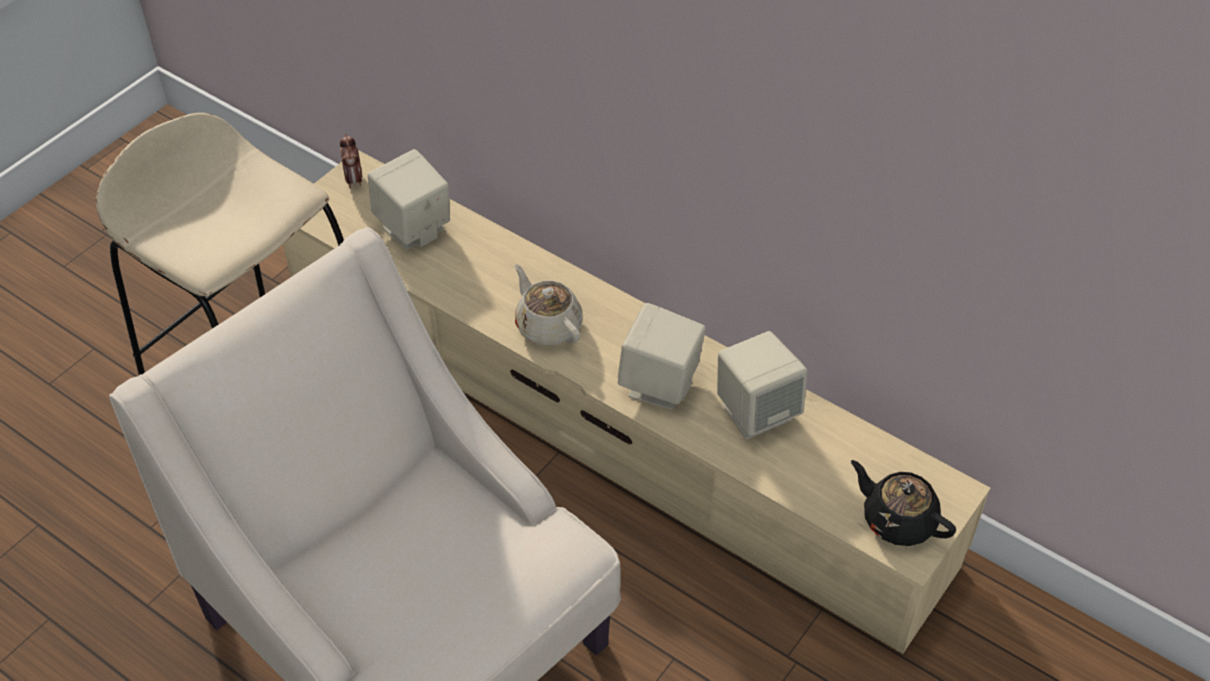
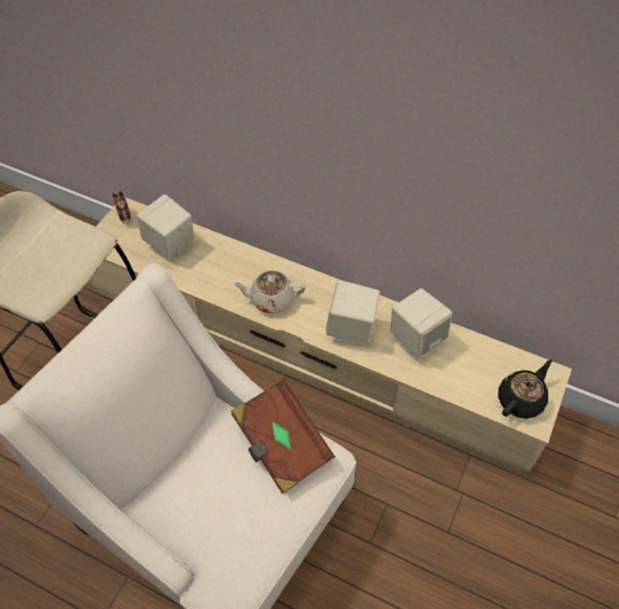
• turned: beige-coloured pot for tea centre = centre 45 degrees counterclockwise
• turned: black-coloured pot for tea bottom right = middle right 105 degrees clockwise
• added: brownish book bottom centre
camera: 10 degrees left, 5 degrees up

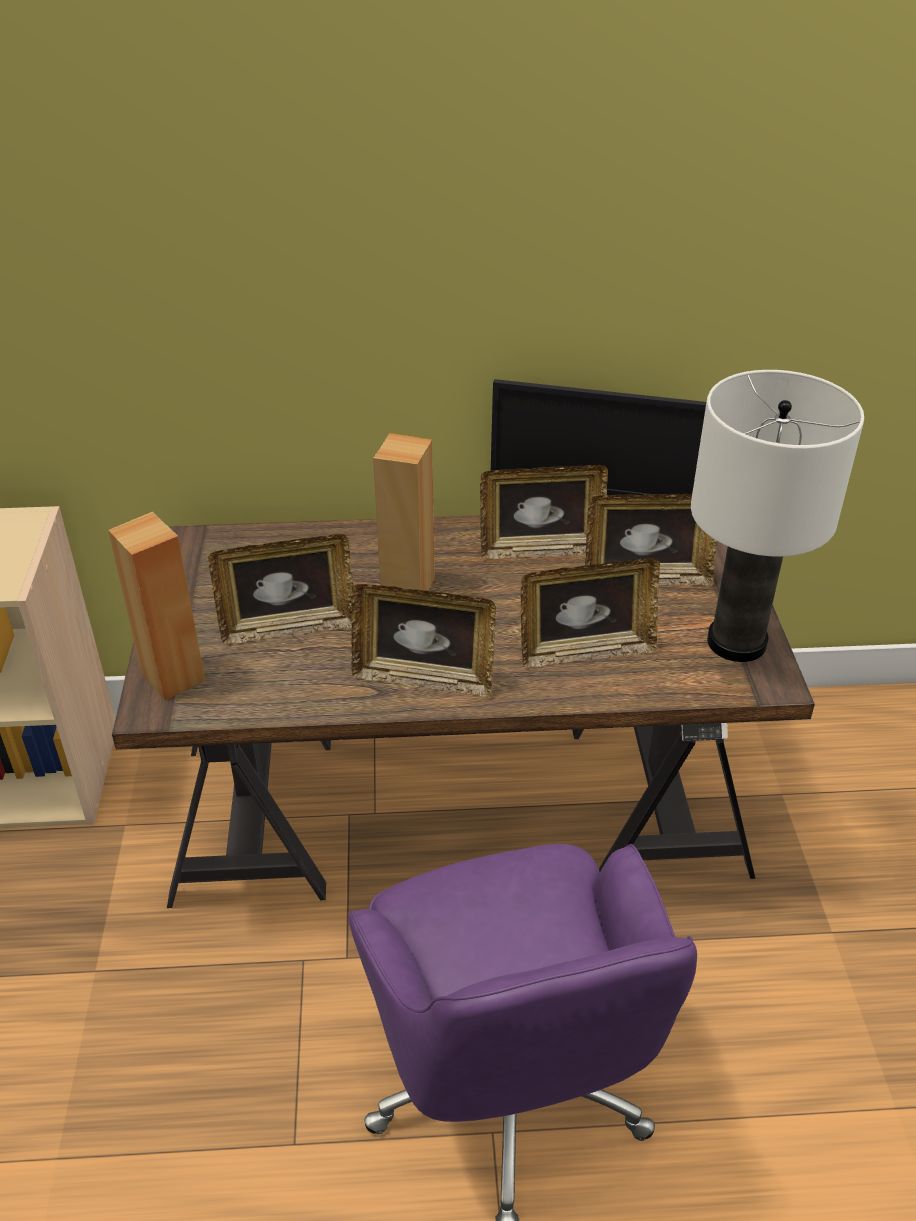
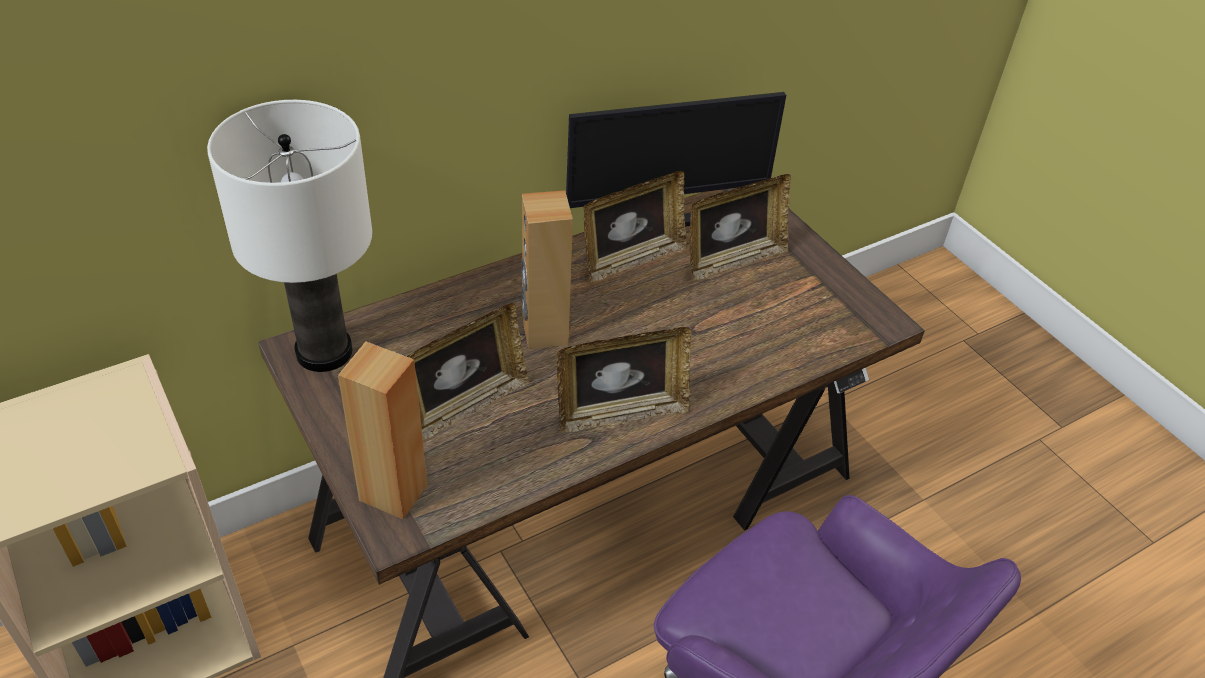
• moved: whitish table lamp middle right to middle left
• removed: picture frame (4th from left) centre
camera: 30 degrees left, 5 degrees up

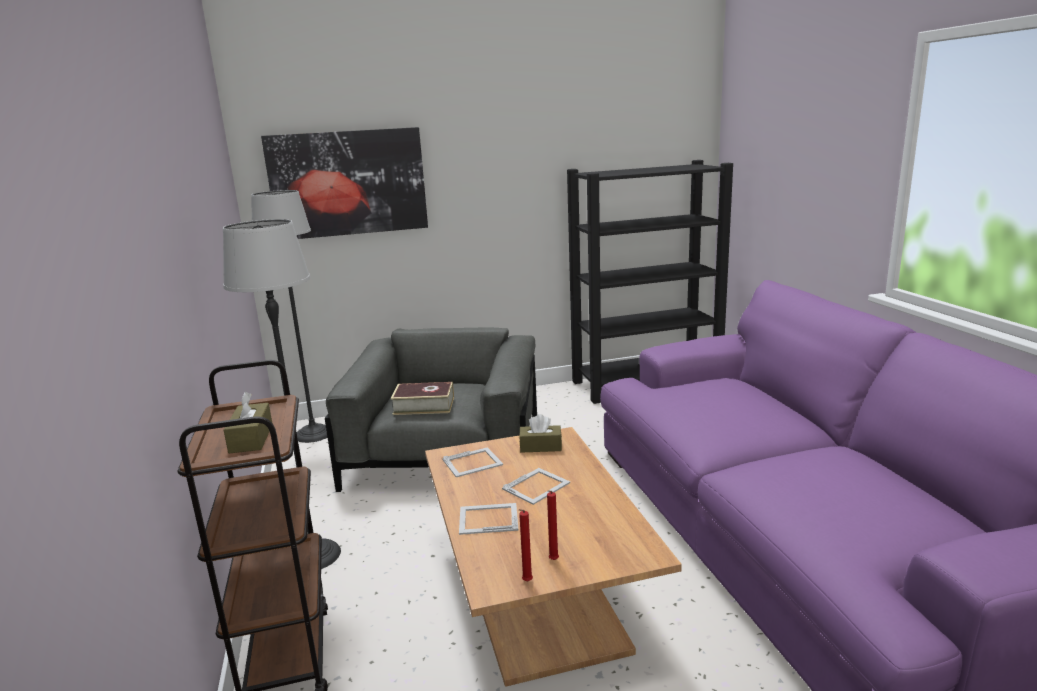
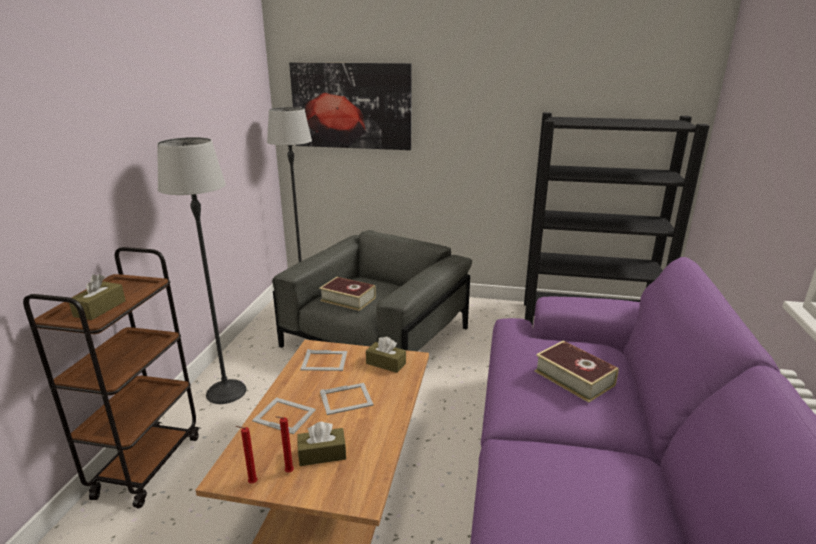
• added: book (2nd from left) bottom right
• added: brownish tissue holder (2nd from left) bottom centre
camera: 25 degrees right, 5 degrees up

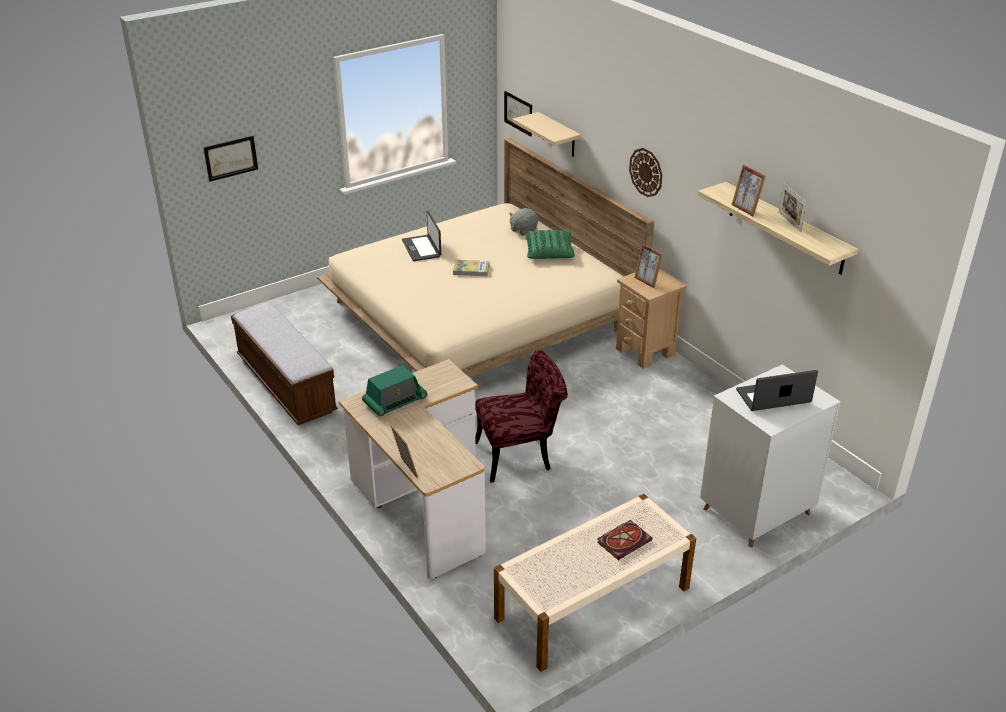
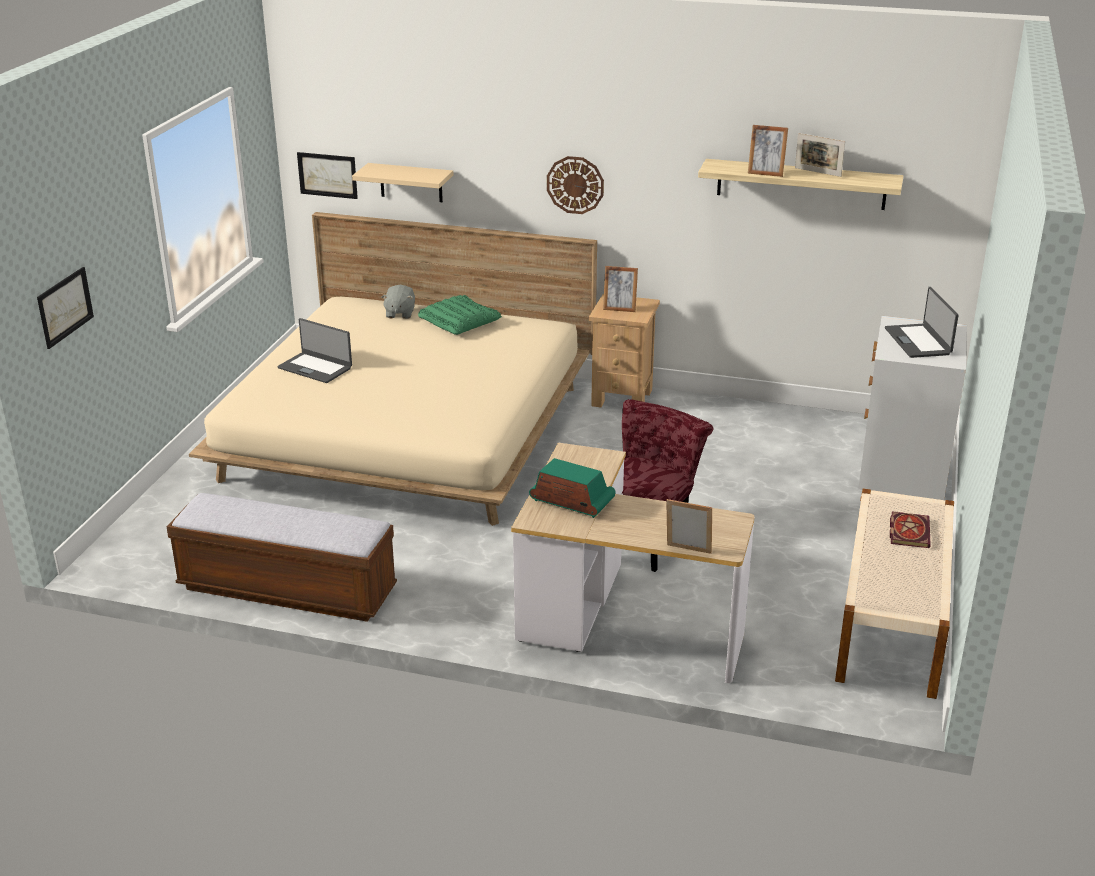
• removed: book (1st from left) centre
• turned: radio receiver centre = centre 75 degrees counterclockwise
• turned: portable computer (2nd from left) middle right = middle right 45 degrees counterclockwise
camera: 40 degrees left, 5 degrees down

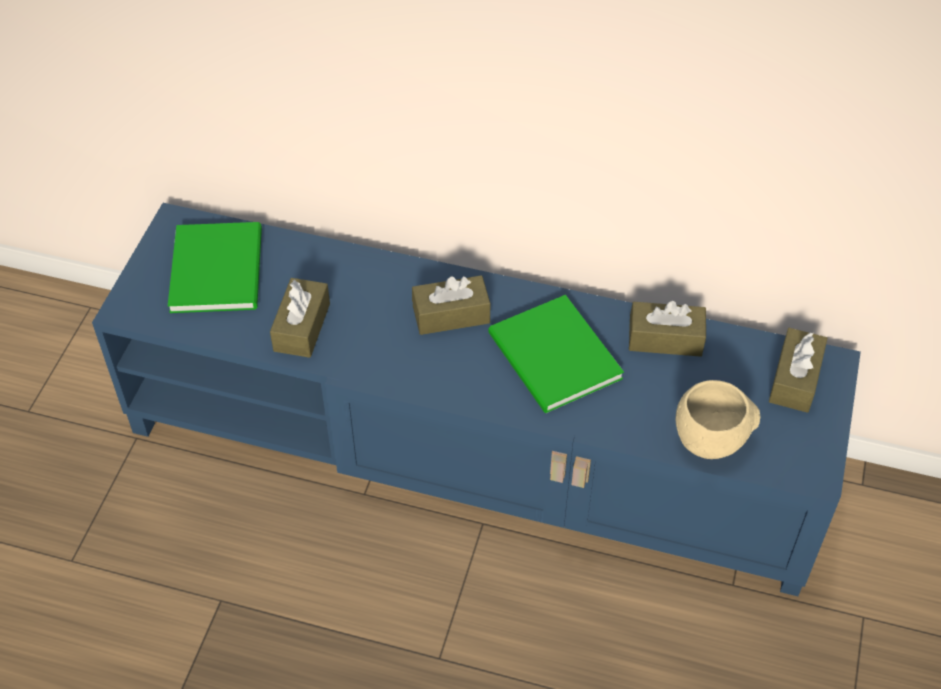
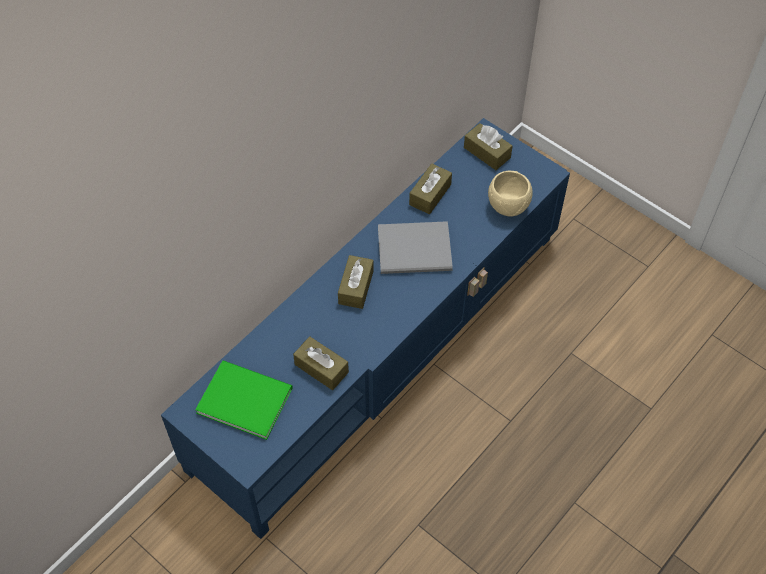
• recoloured: green book (2nd from left) centre to greyish book centre
camera: 65 degrees left, 5 degrees up

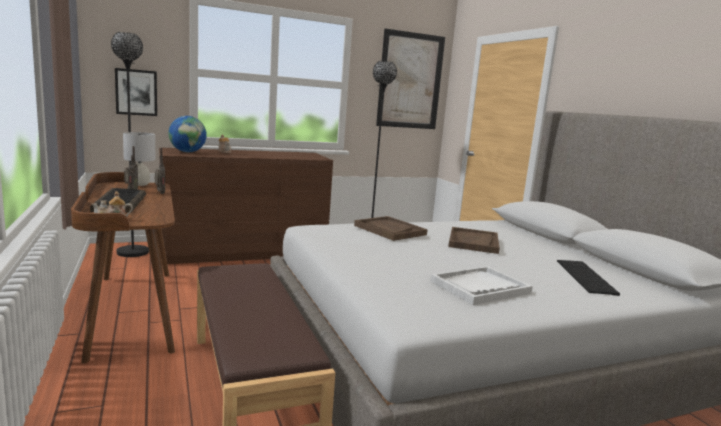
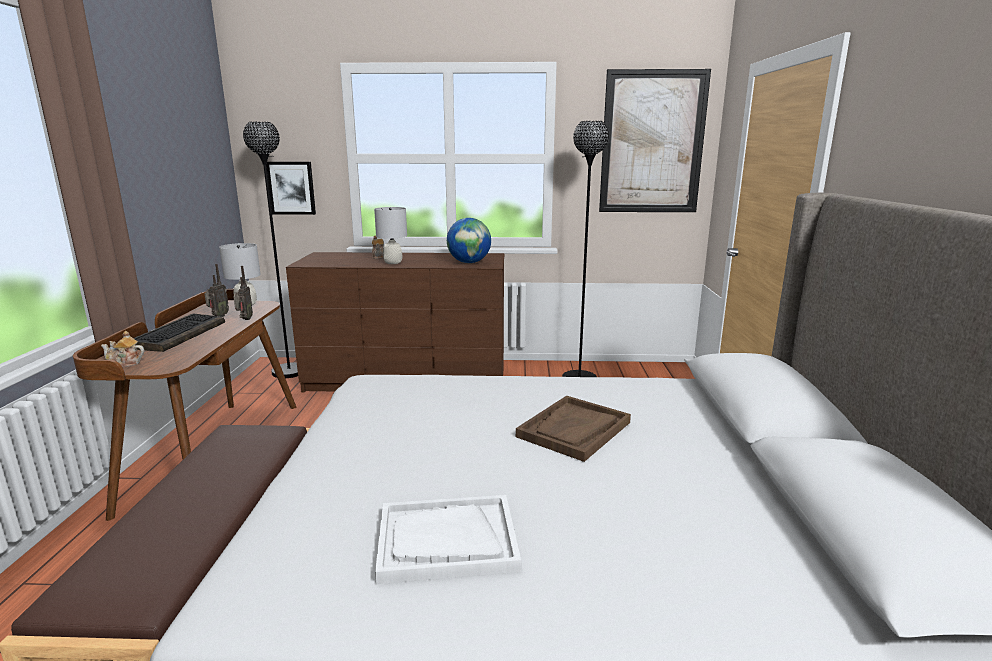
• moved: world globe top left to centre
• removed: brownish tray (1st from left) centre
• removed: keyboard (2nd from left) middle right
• added: greyish table lamp (2nd from left) centre
camera: 25 degrees right, 5 degrees up

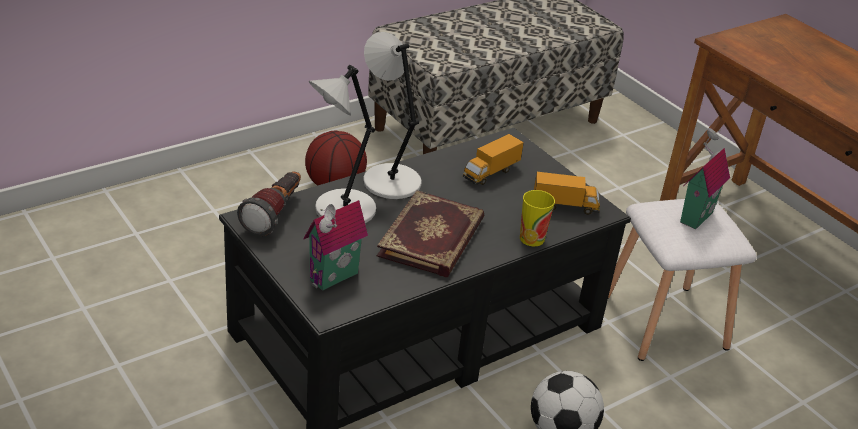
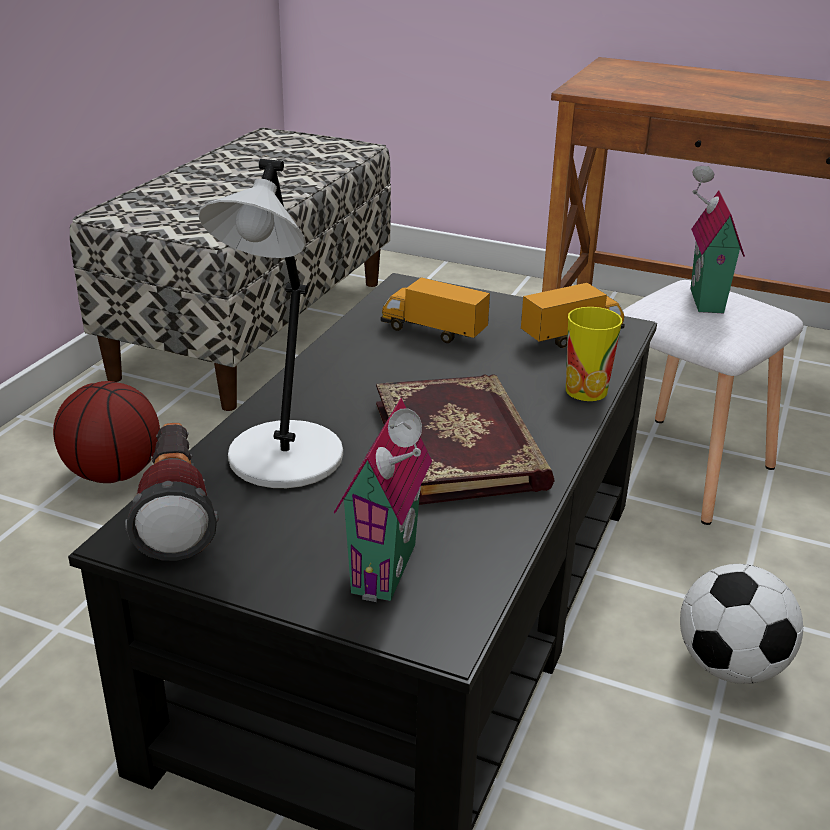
• removed: greyish table lamp (2nd from left) top centre
• turned: model truck (1st from left) centre = centre 105 degrees clockwise
camera: 30 degrees left, 5 degrees down

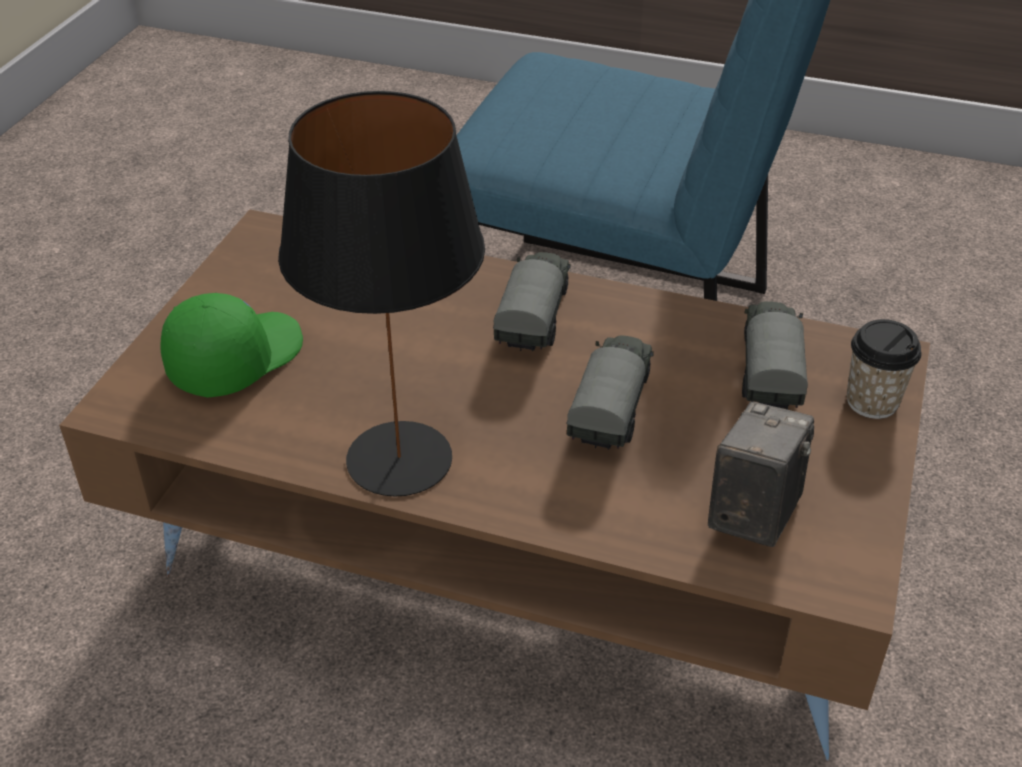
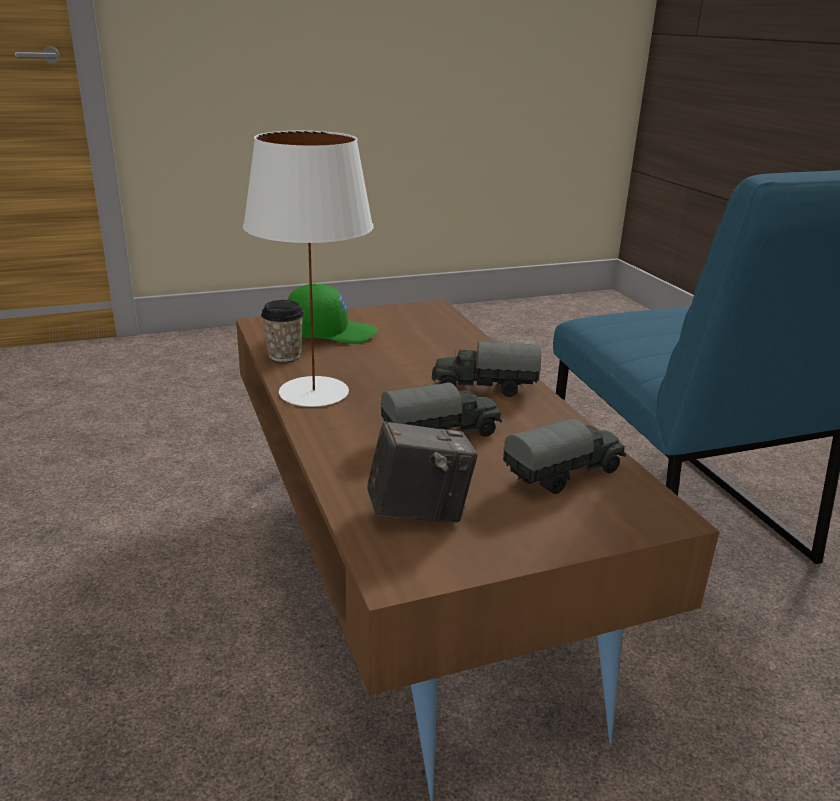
• recoloured: black-coloured table lamp centre to whitish table lamp centre
• turned: model truck (1st from left in the first image) centre = centre 150 degrees counterclockwise
• moved: small cup middle right to centre
camera: 50 degrees right, 15 degrees down

